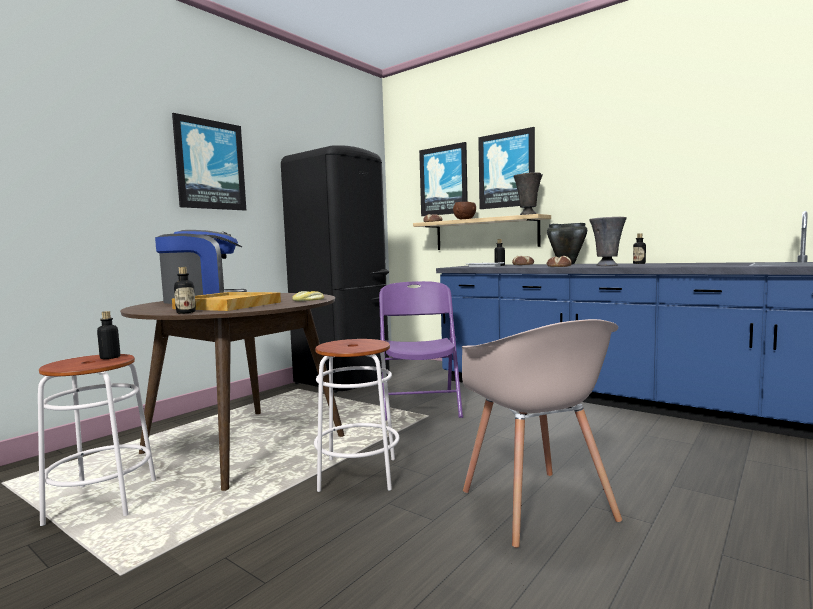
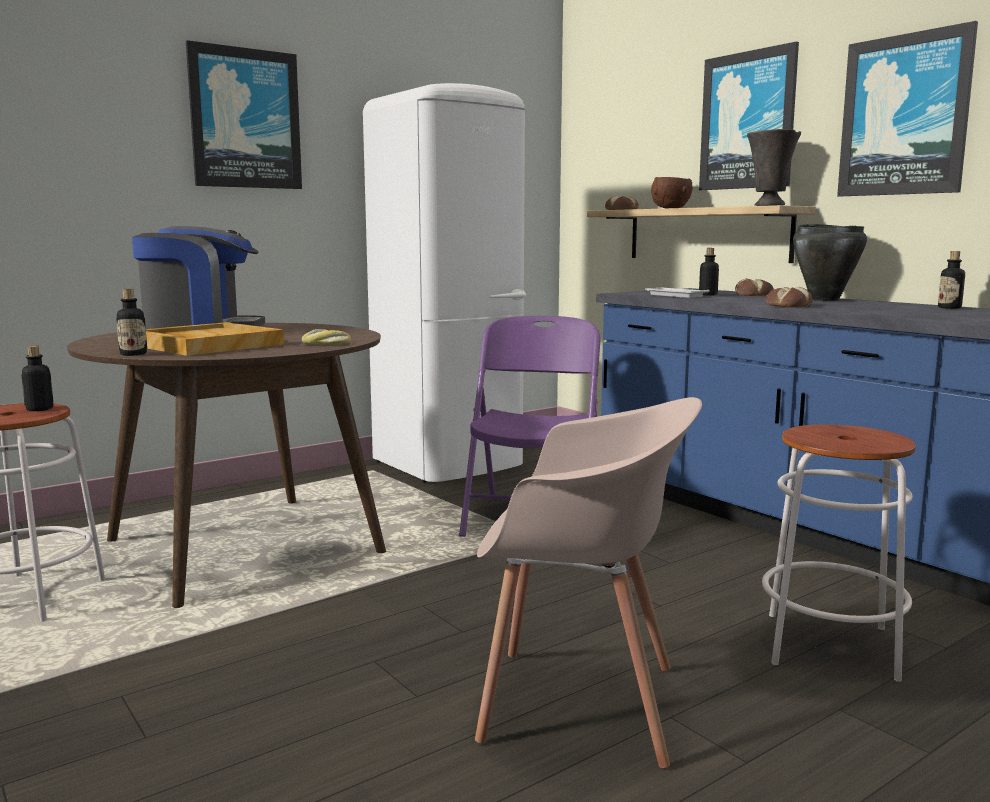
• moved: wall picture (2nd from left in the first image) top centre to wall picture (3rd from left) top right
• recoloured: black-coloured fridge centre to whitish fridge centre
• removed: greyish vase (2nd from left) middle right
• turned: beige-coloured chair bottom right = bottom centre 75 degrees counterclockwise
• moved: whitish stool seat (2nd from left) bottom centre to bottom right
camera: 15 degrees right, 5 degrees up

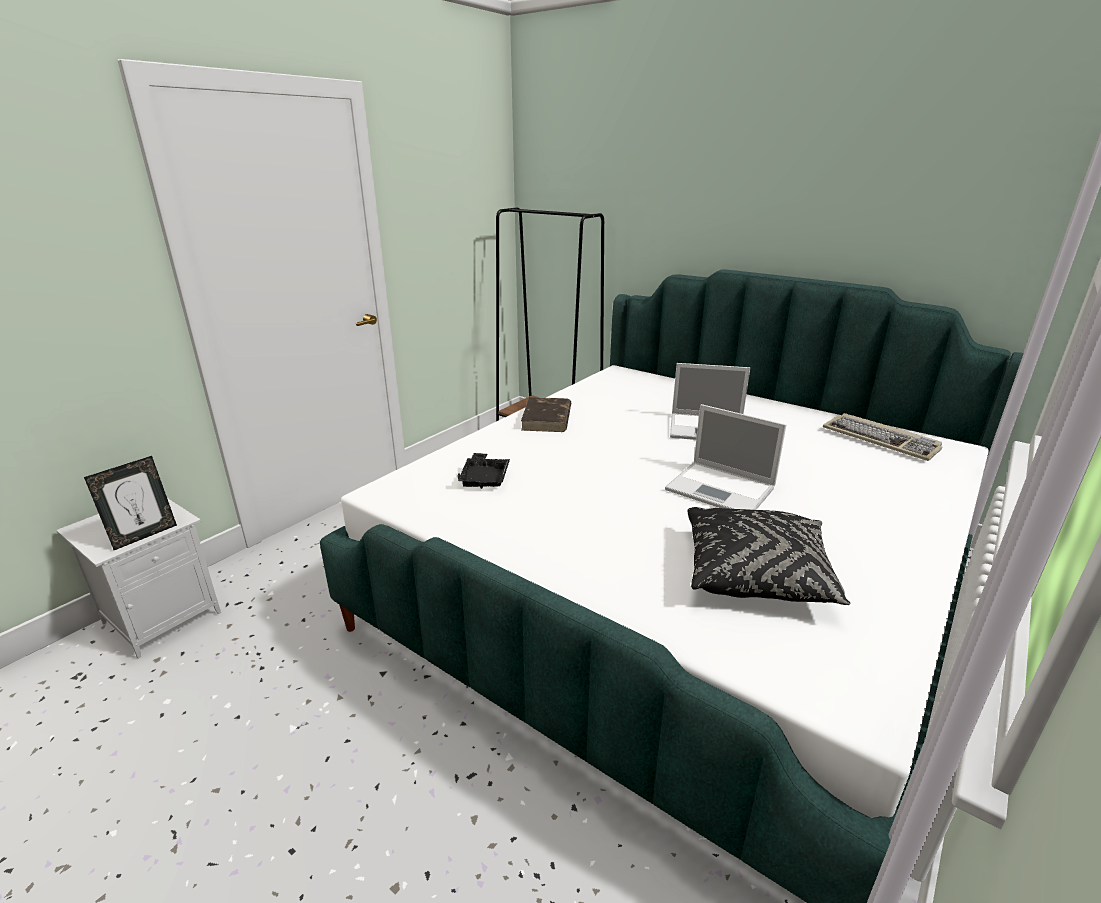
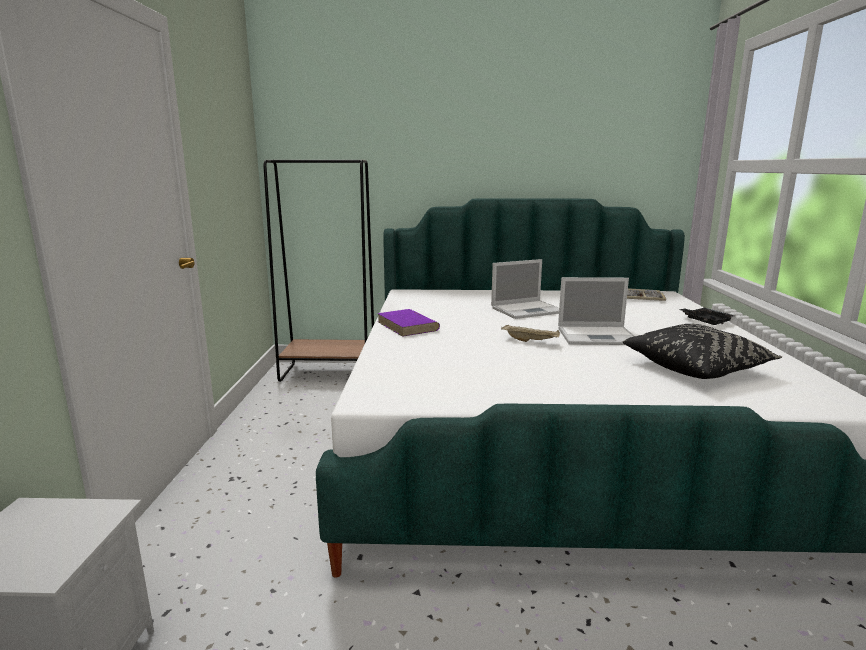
• recoloured: brownish book centre to purplish book centre
• moved: black-coloured tray centre to middle right
• removed: picture frame middle left
• added: beige-coloured tray centre
camera: 35 degrees left, 10 degrees down

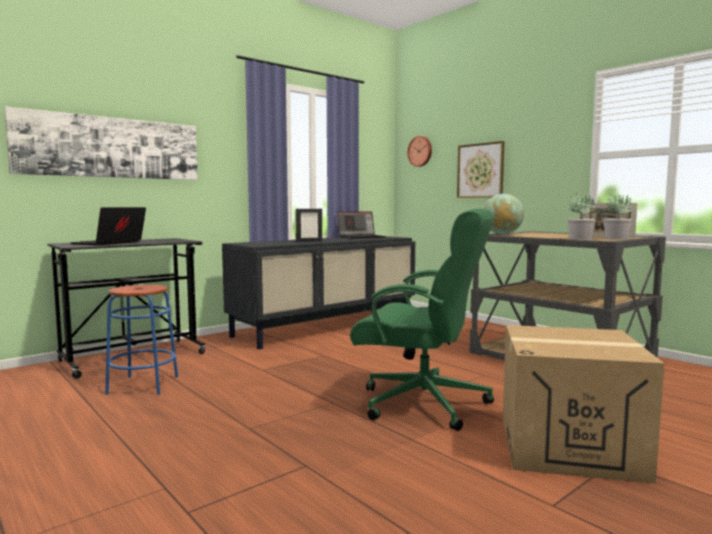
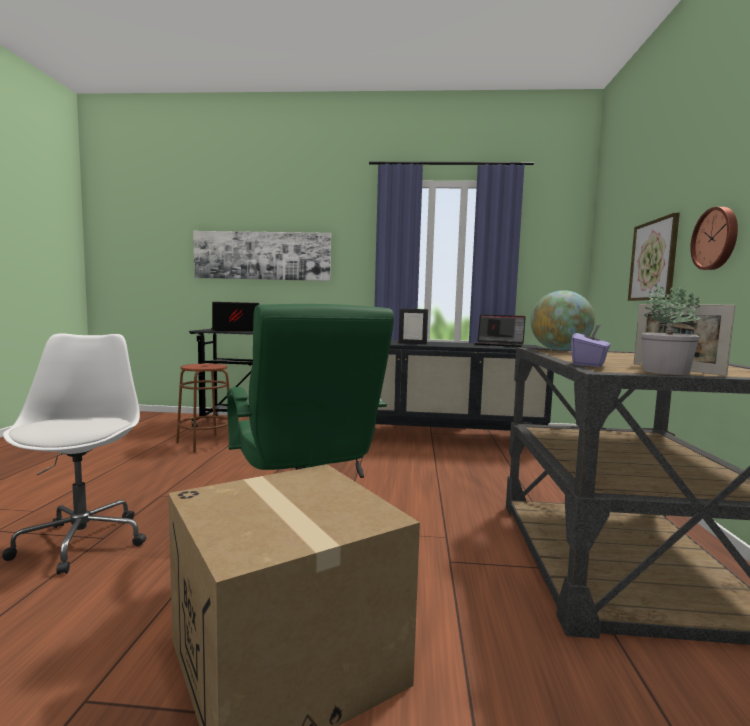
• moved: wall clock top centre to top right
• replaced: plant in a pot (1st from left) middle right to purplish tissue holder middle right
• recoloured: blue-coloured stool seat middle left to brownish stool seat middle left
• added: whitish computer chair middle left
camera: 45 degrees right, 0 degrees up

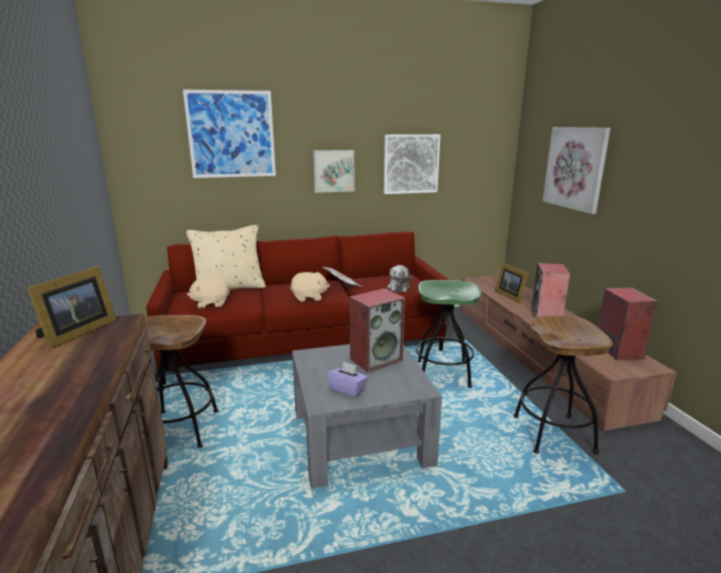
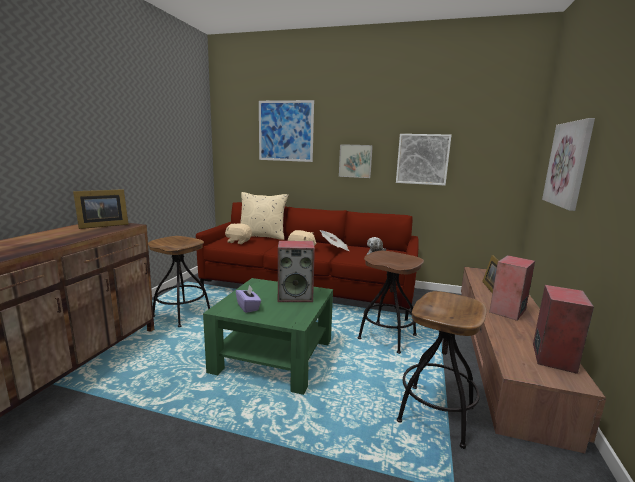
• recoloured: green stool seat centre to brownish stool seat (2nd from left) centre
• recoloured: greyish low table bottom centre to green low table bottom centre
camera: 30 degrees right, 5 degrees down

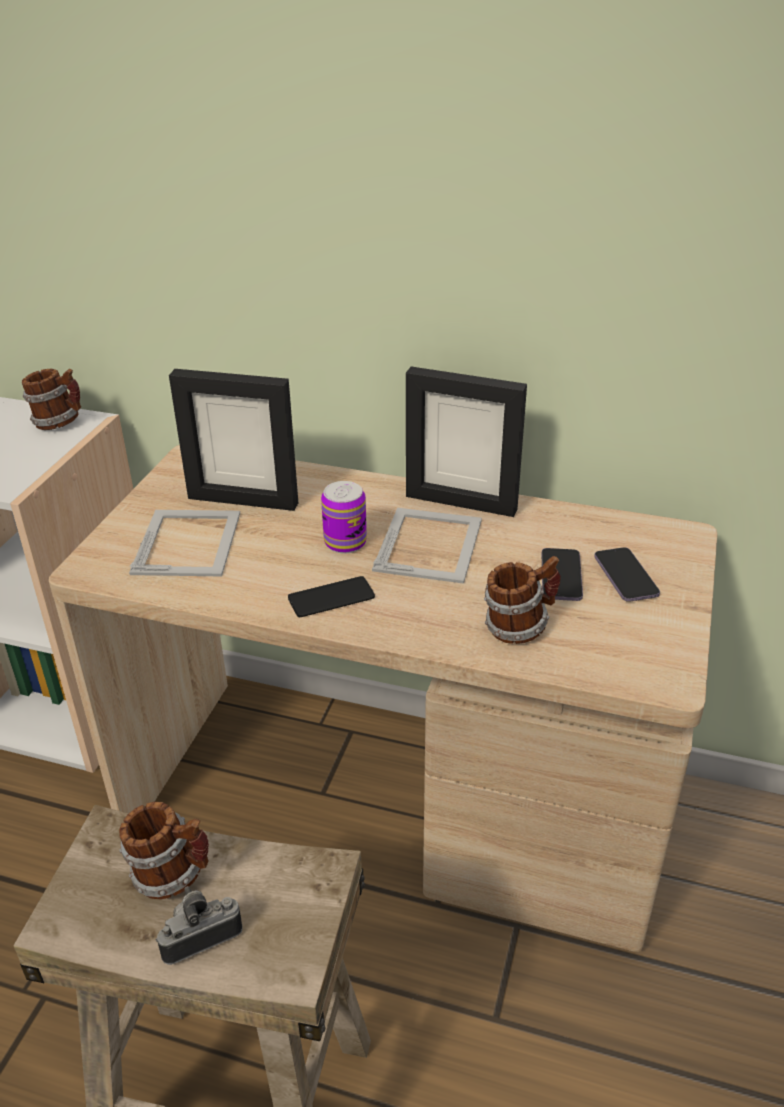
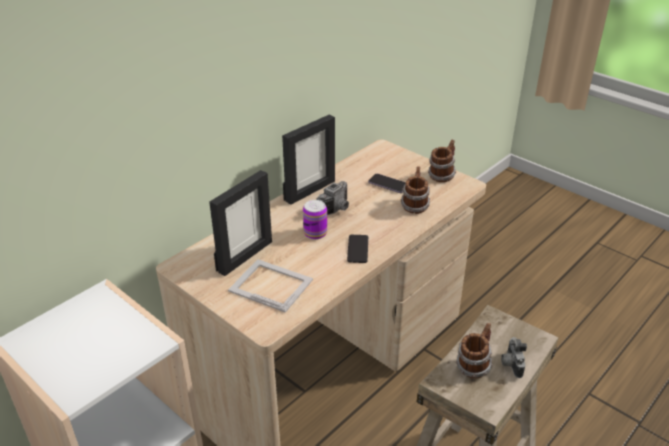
• moved: coffee mug (1st from left in the first image) middle left to coffee mug (2nd from left) centre
• replaced: picture frame (3rd from left) centre to still camera (1st from left) centre
• removed: telephone (3rd from left) middle right
camera: 65 degrees left, 0 degrees up

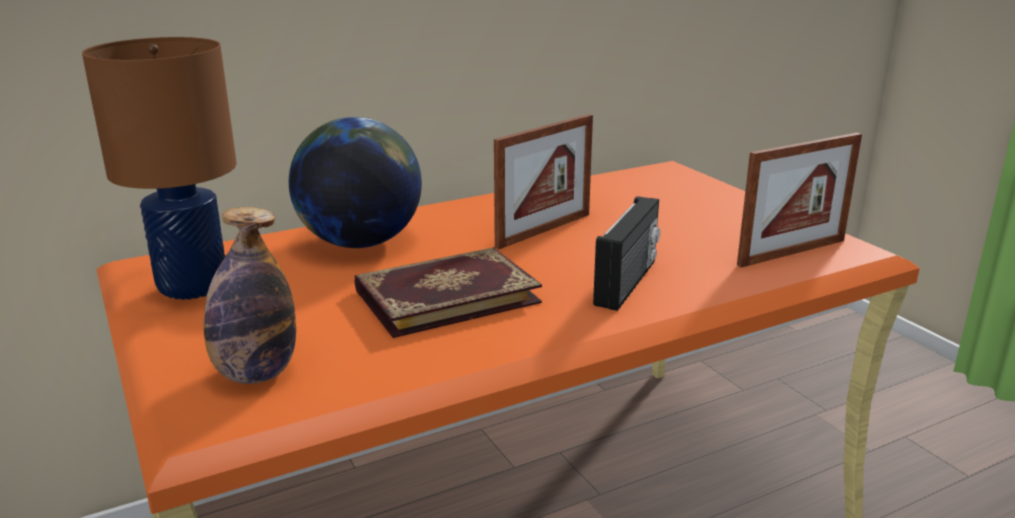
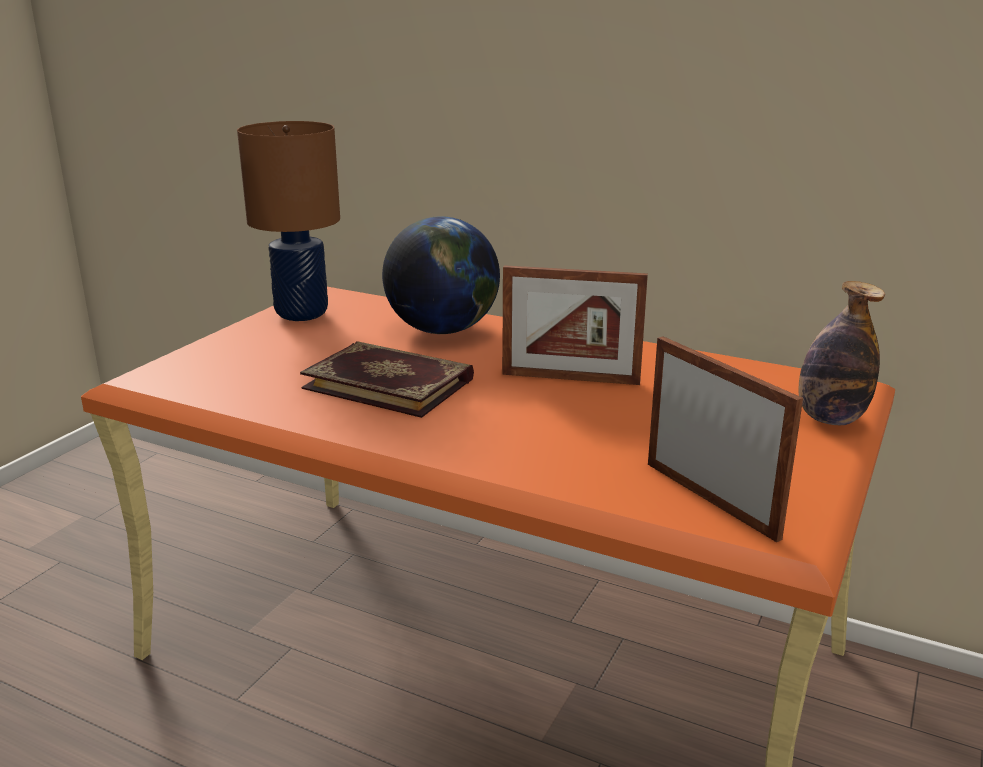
• turned: picture frame (2nd from left) middle right = middle right 150 degrees counterclockwise
• removed: radio receiver centre
• moved: bottle middle left to middle right
camera: 55 degrees right, 0 degrees up

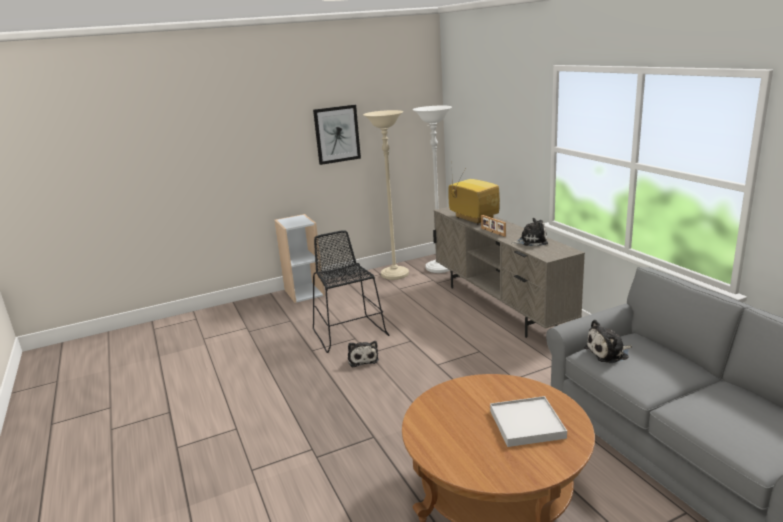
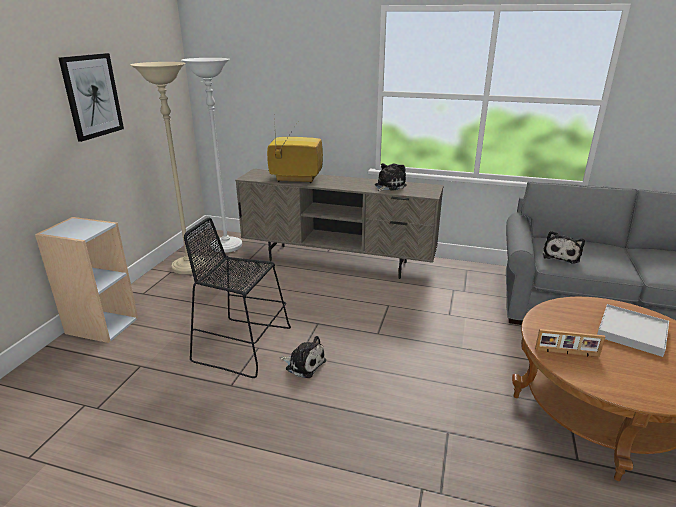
• moved: picture frame centre to bottom right
camera: 50 degrees left, 5 degrees up

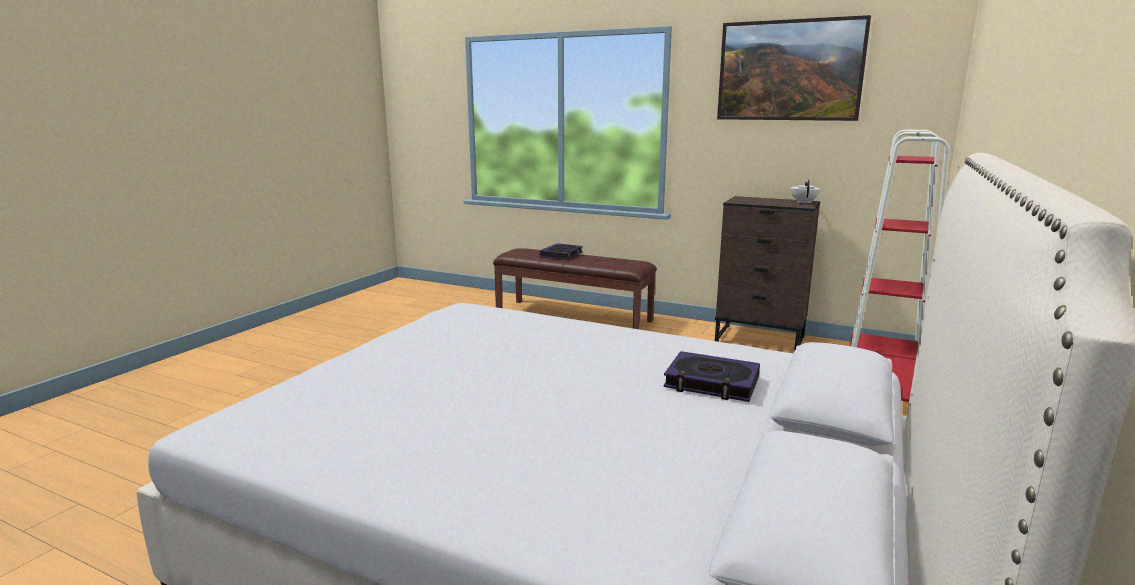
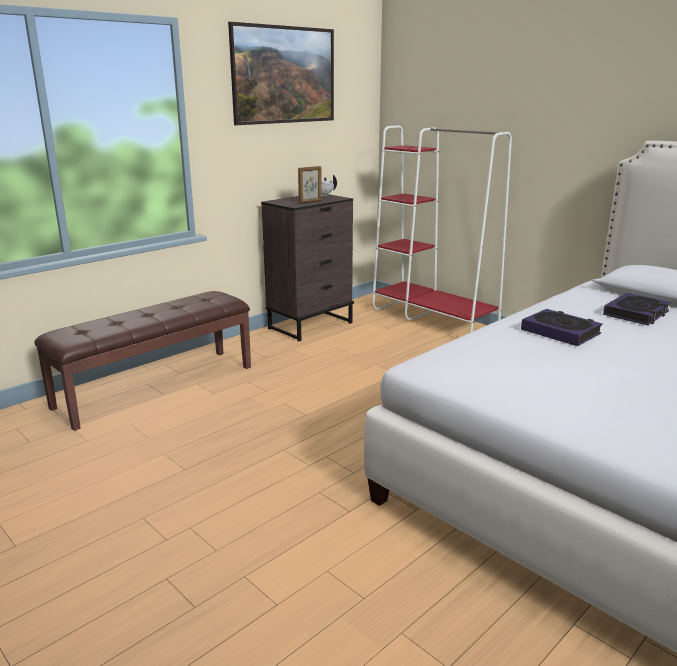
• moved: book (1st from left) centre to middle right
• added: picture frame top centre
camera: 70 degrees left, 5 degrees up

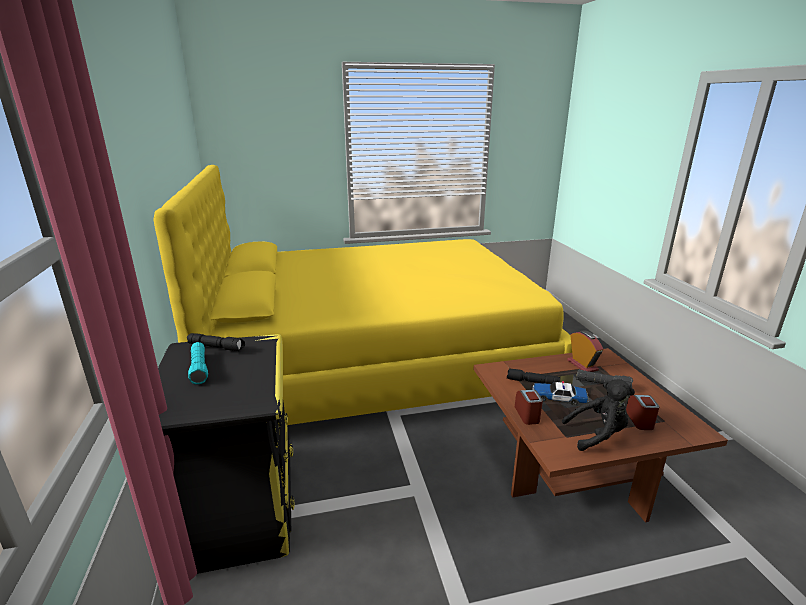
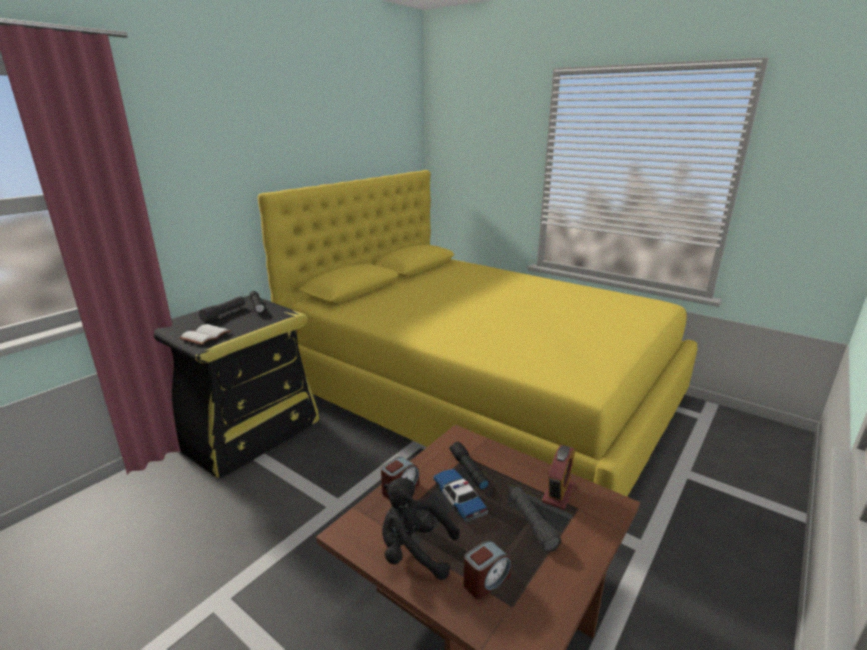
• recoloured: blue-green torch middle left to black-coloured torch (1st from left) middle left
• turned: black-coloured plush toy bottom right = bottom centre 150 degrees clockwise
• added: whitish book middle left
camera: 50 degrees right, 0 degrees up

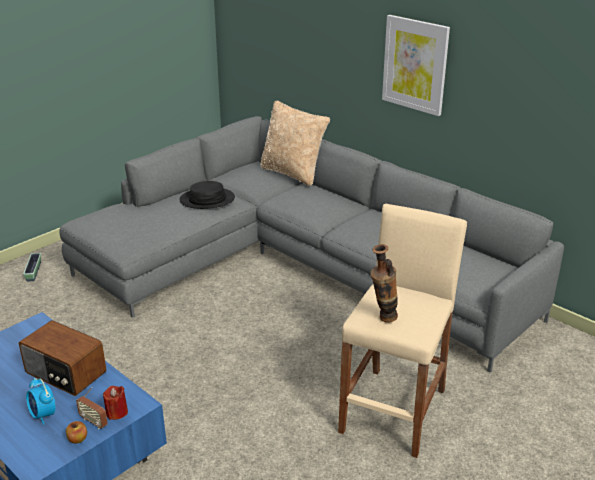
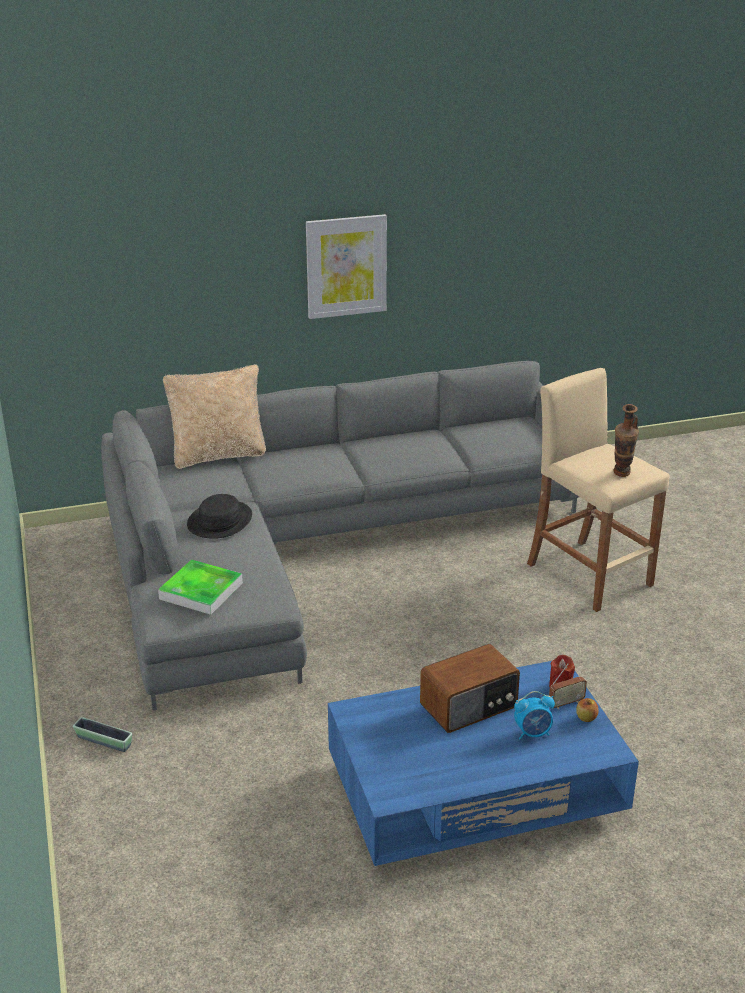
• added: tray middle left
camera: 60 degrees left, 0 degrees up

